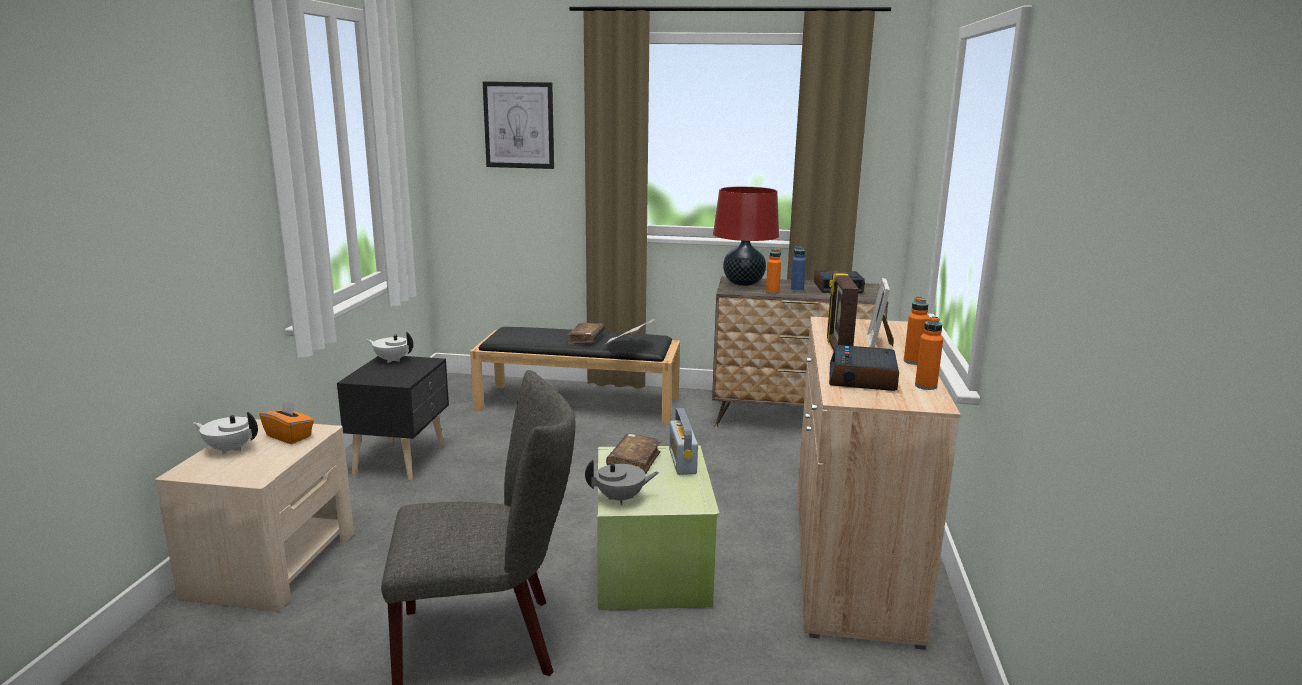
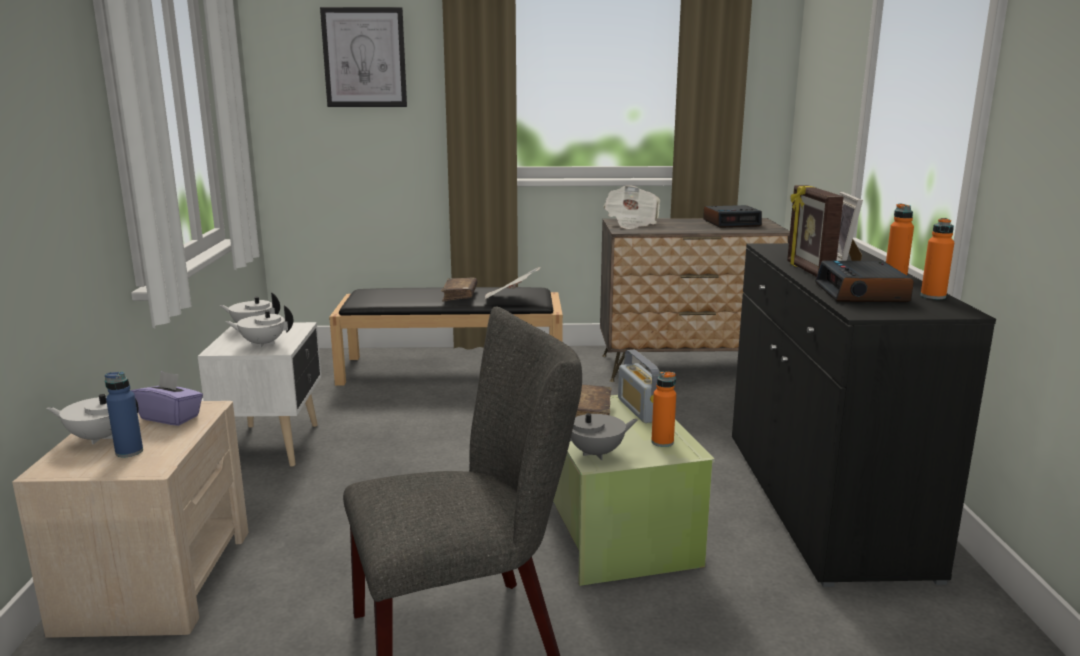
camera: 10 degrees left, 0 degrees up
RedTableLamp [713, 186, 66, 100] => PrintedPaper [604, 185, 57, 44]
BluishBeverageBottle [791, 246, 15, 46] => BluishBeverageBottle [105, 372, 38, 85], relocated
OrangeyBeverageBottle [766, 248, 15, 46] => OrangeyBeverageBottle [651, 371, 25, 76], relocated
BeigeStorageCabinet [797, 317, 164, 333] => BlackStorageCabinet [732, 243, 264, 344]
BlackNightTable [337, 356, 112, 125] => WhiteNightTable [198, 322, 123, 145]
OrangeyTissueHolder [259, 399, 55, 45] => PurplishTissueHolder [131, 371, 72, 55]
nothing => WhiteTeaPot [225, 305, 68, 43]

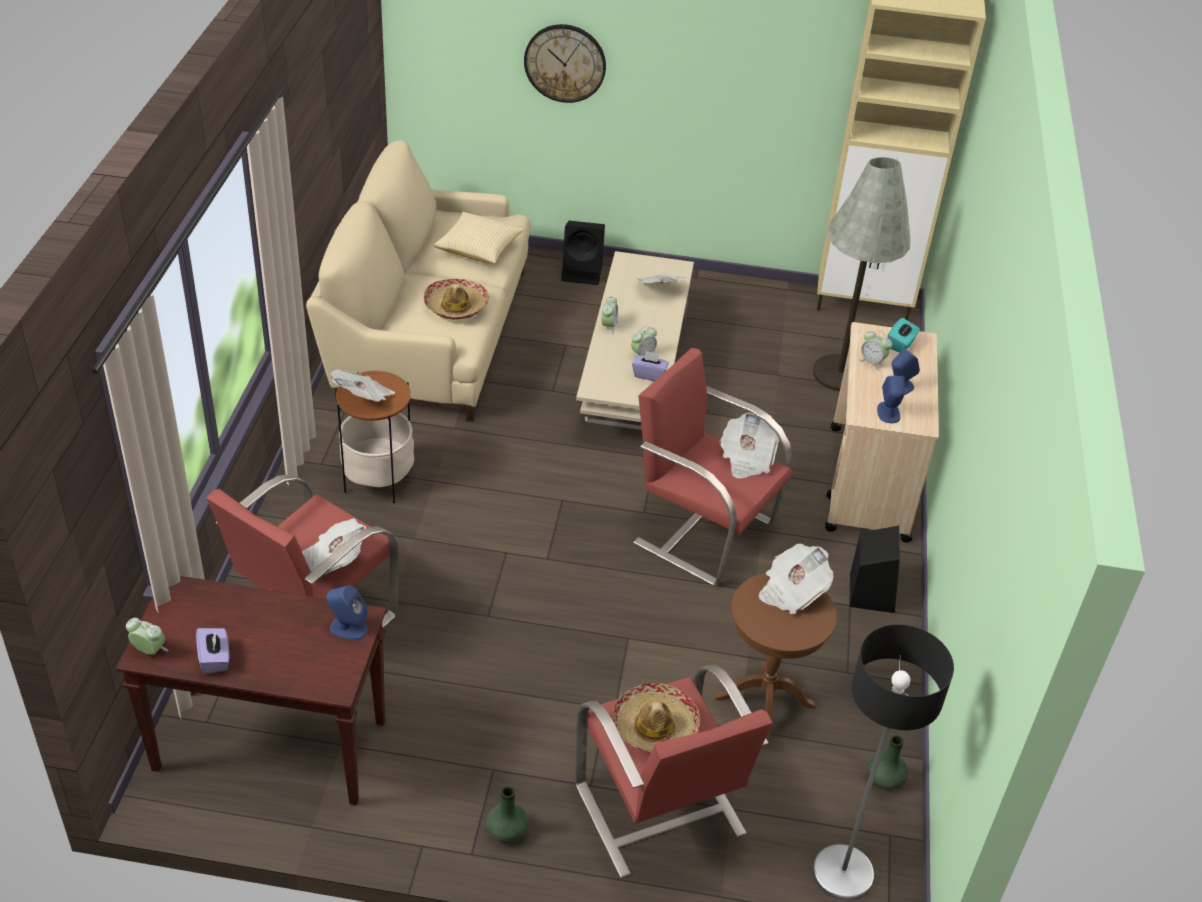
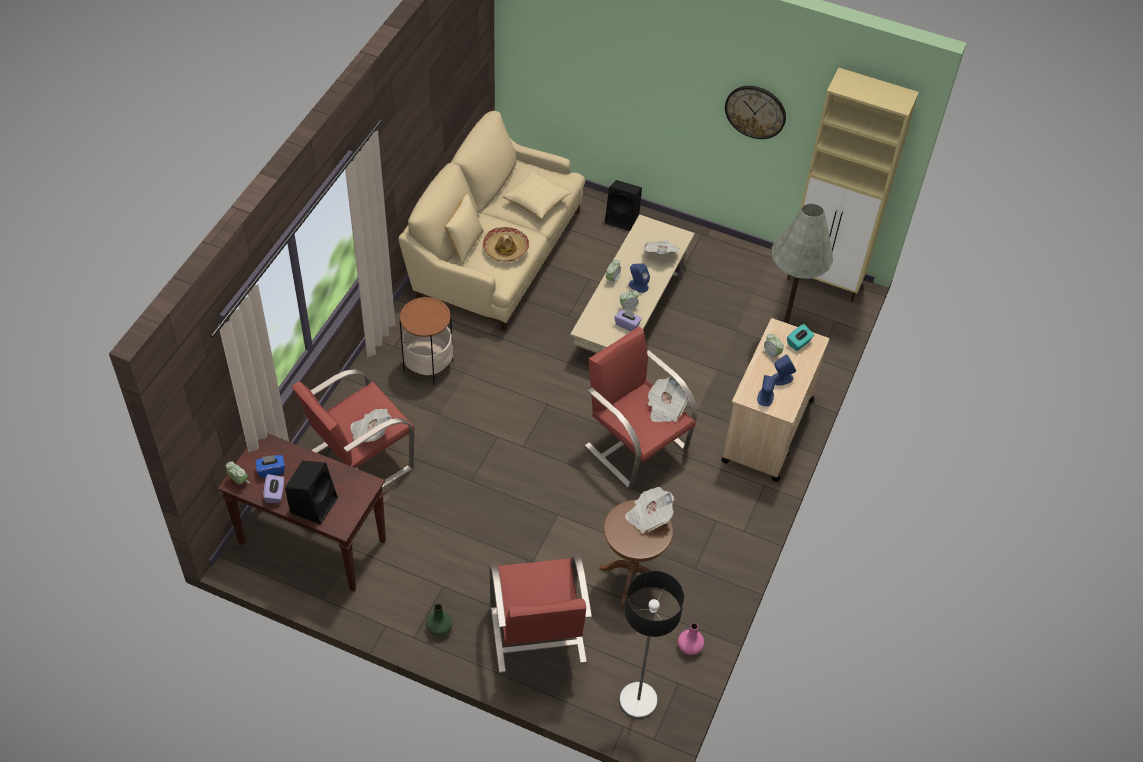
camera: 15 degrees right, 10 degrees up
ClockOnTheWall [524, 24, 82, 79] => ClockOnTheWall [725, 86, 61, 53], relocated
PrintedPaper [331, 369, 64, 33] => nothing
BlackAudioSpeaker [849, 526, 51, 87] => BlackAudioSpeaker [285, 461, 53, 64], relocated
BluishAudioSpeaker [326, 586, 42, 54] => BluishAudioSpeaker [629, 263, 21, 30], relocated
ClothingHat [612, 683, 88, 70] => nothing
GreenVase [868, 735, 40, 55] => PinkColouredVase [678, 623, 26, 32]
nothing => ThrowPillow [444, 193, 40, 72]
nothing => BluishTissueHolder [255, 455, 30, 23]

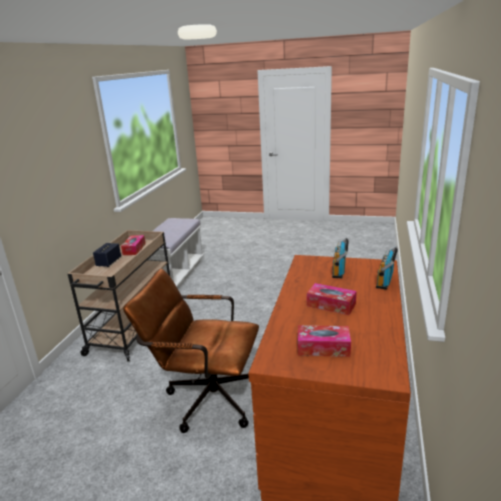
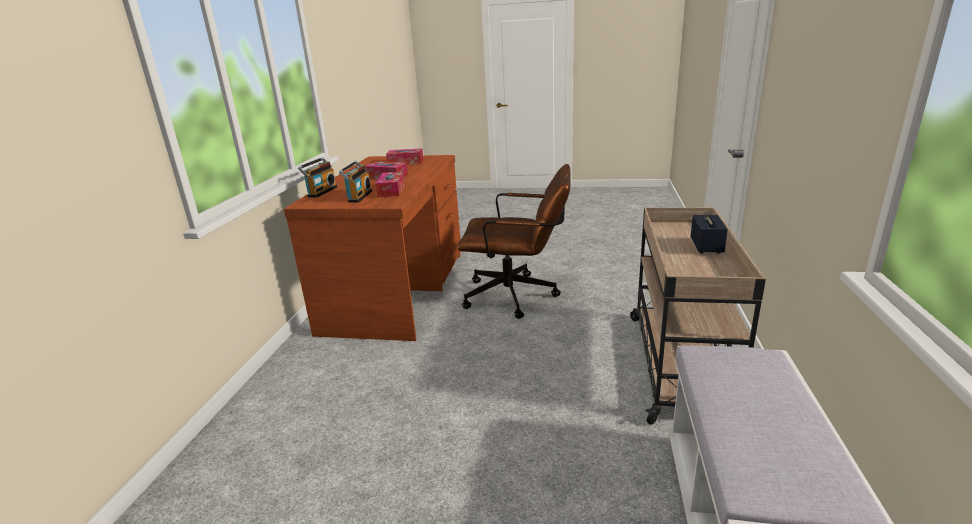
camera: 175 degrees right, 0 degrees up
TissueHolder [121, 235, 25, 20] => TissueHolder [375, 172, 30, 25], relocated

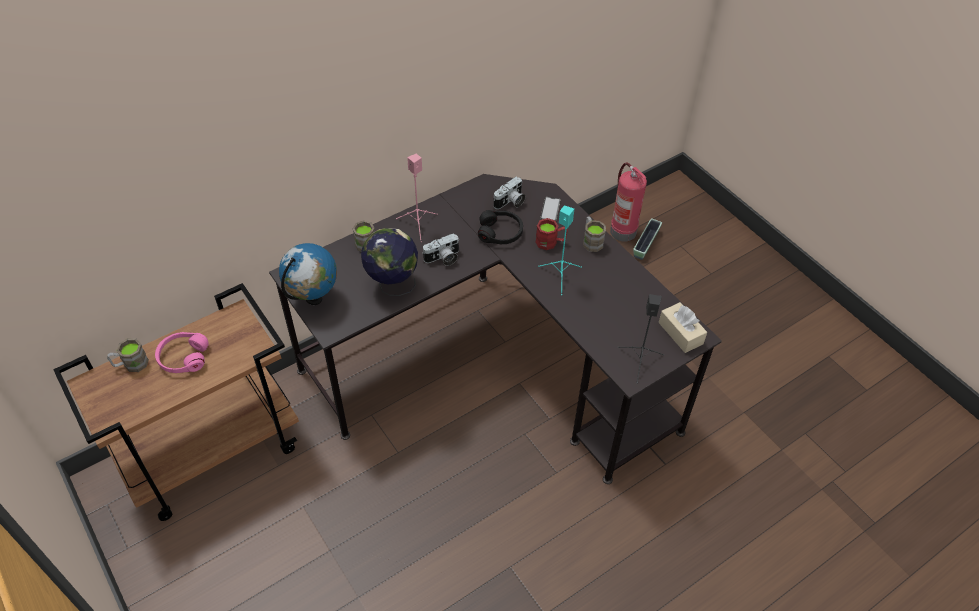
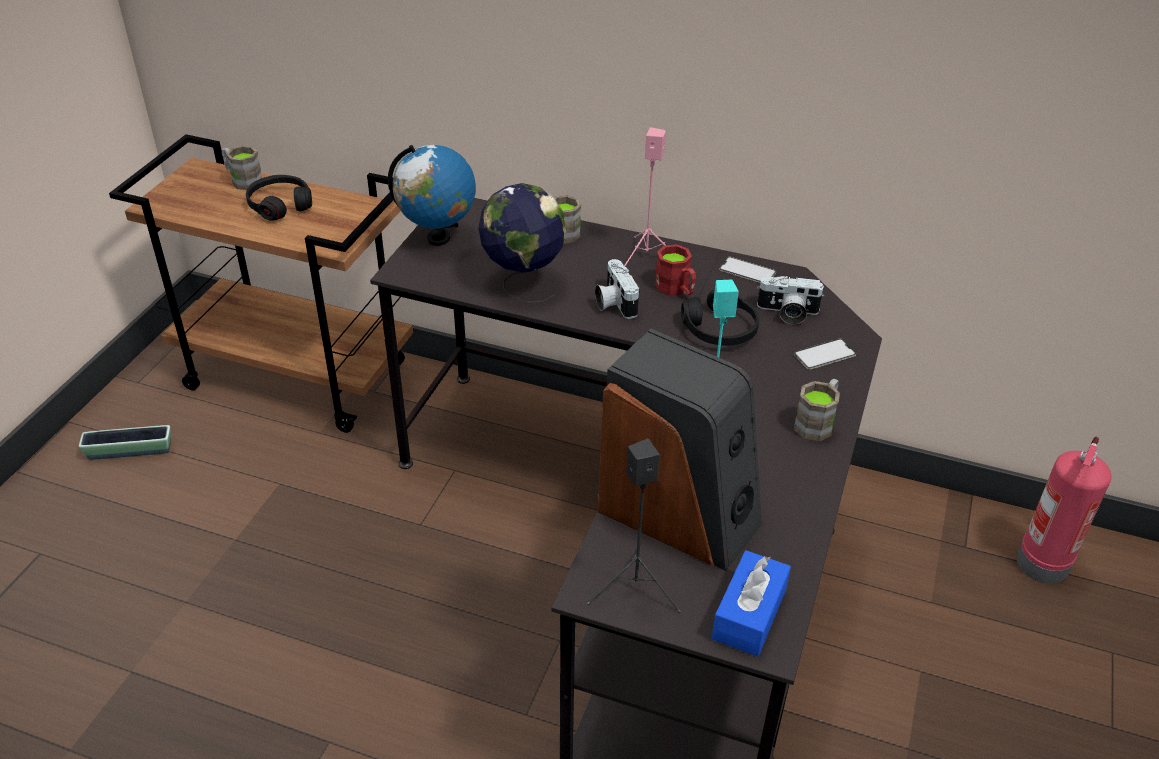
camera: 55 degrees right, 10 degrees down
RedMug [535, 218, 33, 32] => RedMug [655, 244, 41, 52], relocated
PlantPot [633, 219, 29, 41] => PlantPot [79, 425, 92, 35], relocated
StillCamera [422, 233, 37, 33] => StillCamera [595, 259, 45, 60], 45 degrees clockwise
BeigeTissueHolder [659, 302, 48, 51] => BluishTissueHolder [712, 550, 79, 107]
PinkColouredHeadphones [155, 332, 53, 41] => BlackHeadphones [246, 175, 66, 46]
nothing => Handset [719, 257, 57, 26]
nothing => AudioSpeaker [598, 329, 164, 242]

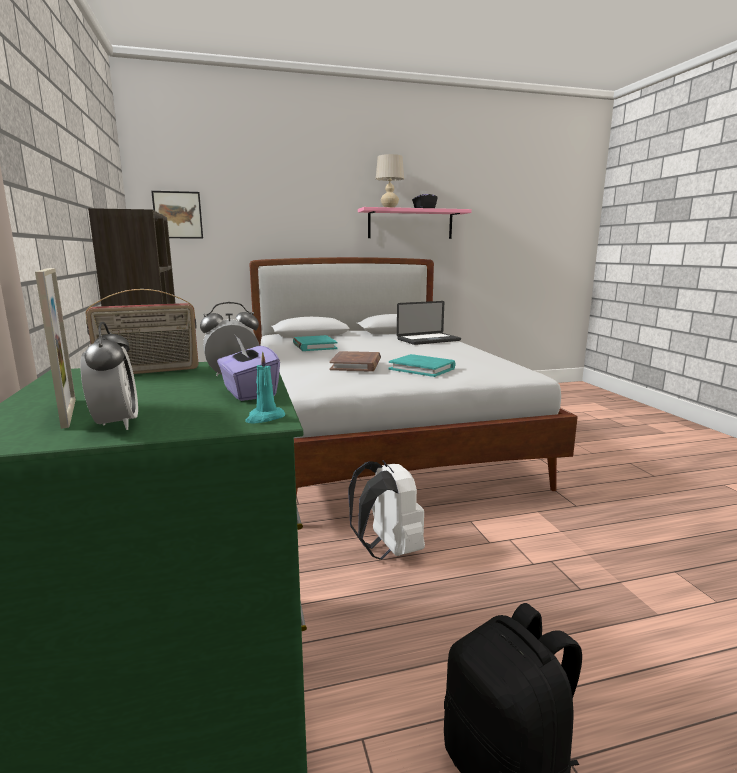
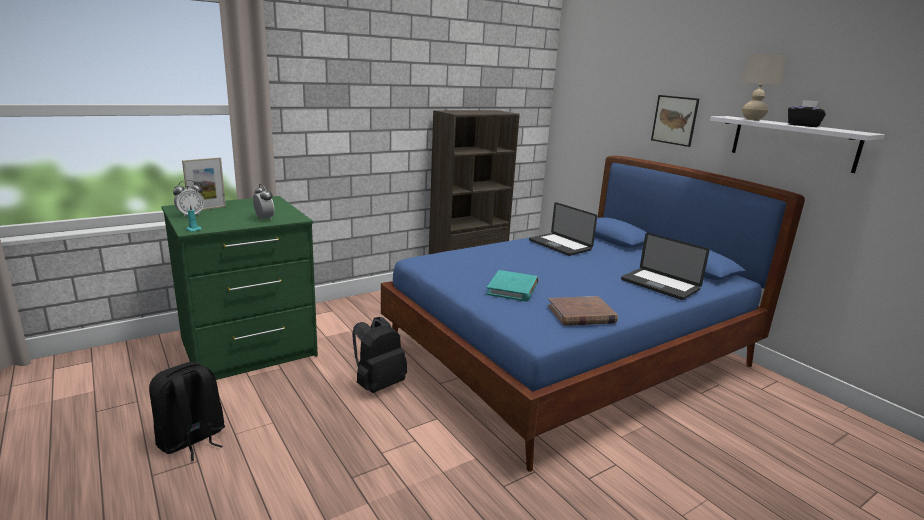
camera: 70 degrees right, 5 degrees up
Picture [151, 191, 52, 47] => Picture [651, 95, 48, 52], relocated
PinkColouredWallShelf [358, 207, 114, 32] => WhiteWallShelf [710, 116, 175, 57]
WhiteBed [249, 257, 329, 239] => BluishBed [381, 156, 424, 316]
RadioReceiver [86, 289, 113, 85] => nothing
PurplishTissueHolder [217, 335, 63, 66] => nothing
TurquoiseBook [293, 335, 45, 16] => Laptop [529, 202, 68, 54]
BrownColouredBook [329, 351, 52, 21] => BrownColouredBook [548, 296, 70, 30], relocated
WhiteKnapsack [348, 461, 77, 99] => BlackKnapsack [352, 317, 55, 76]

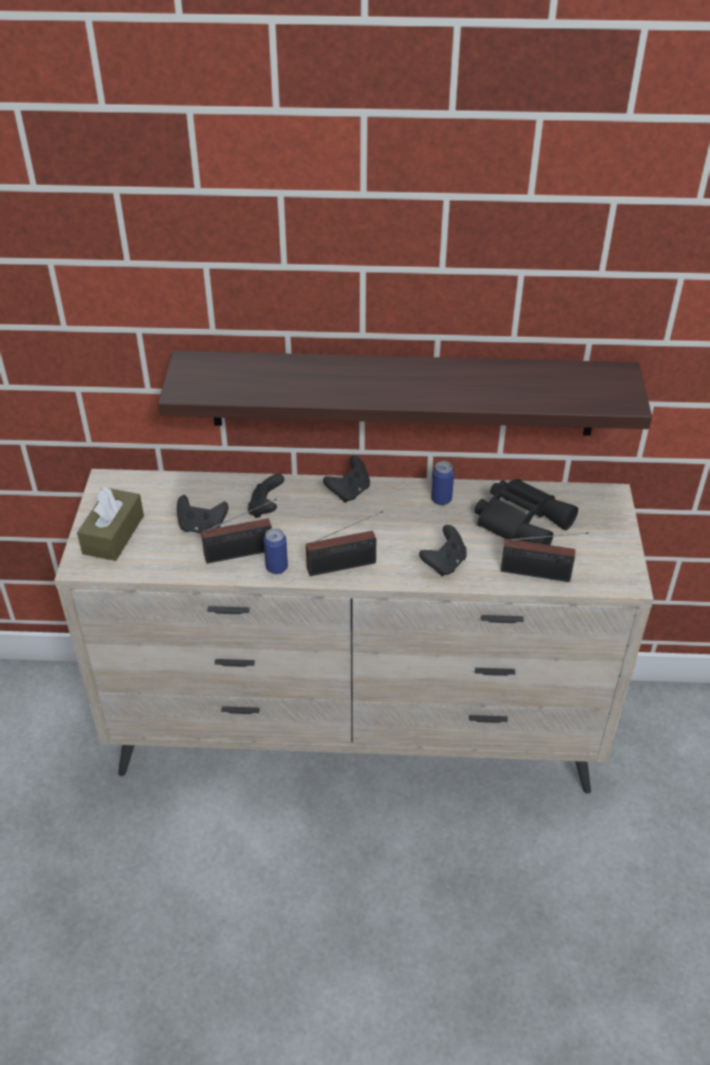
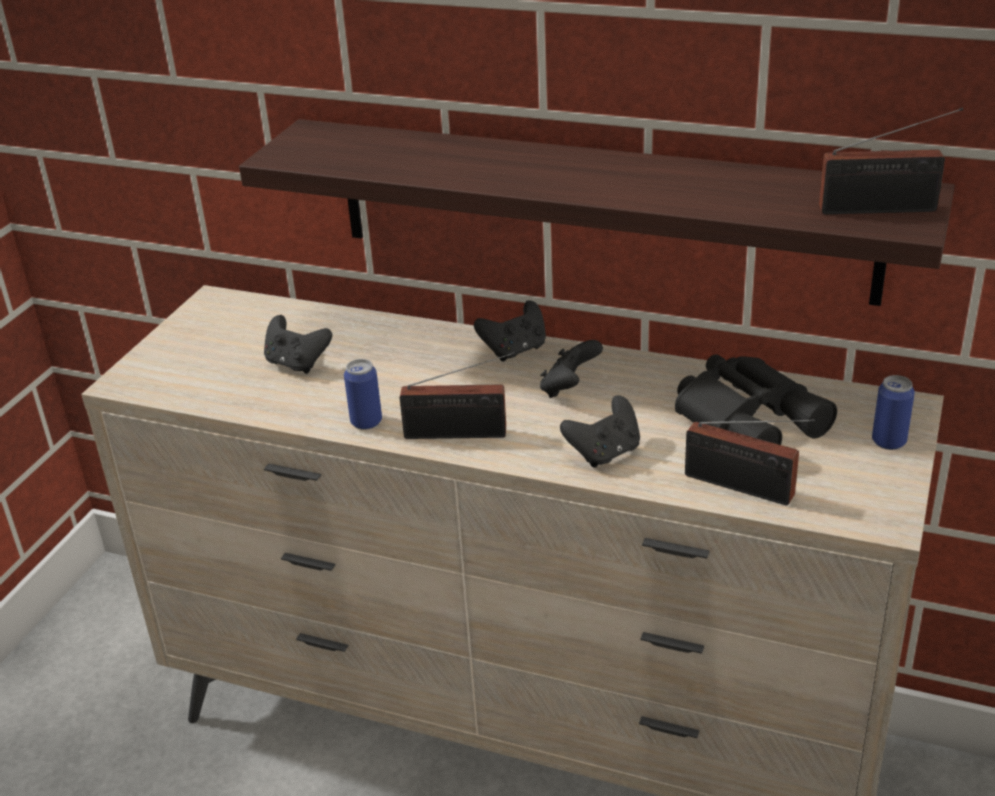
camera: 20 degrees right, 10 degrees down
SealedCan [431, 461, 23, 44] => SealedCan [872, 375, 43, 75], relocated
BlackGameController [248, 474, 36, 44] => BlackGameController [540, 340, 63, 58], relocated
BrownColouredTissueHolder [77, 486, 67, 75] => nothing
RadioReceiver [201, 499, 76, 64] => RadioReceiver [819, 108, 144, 106], relocated

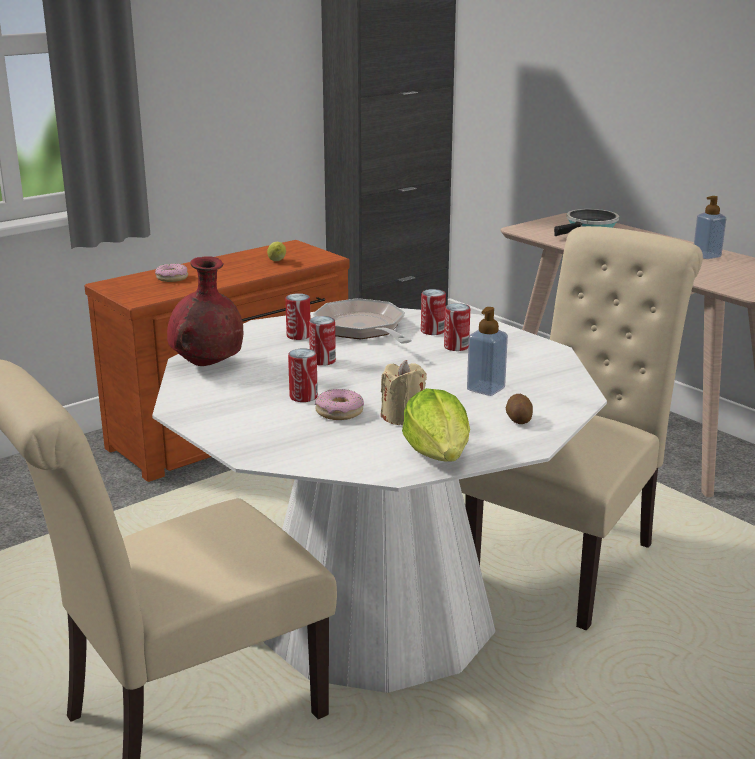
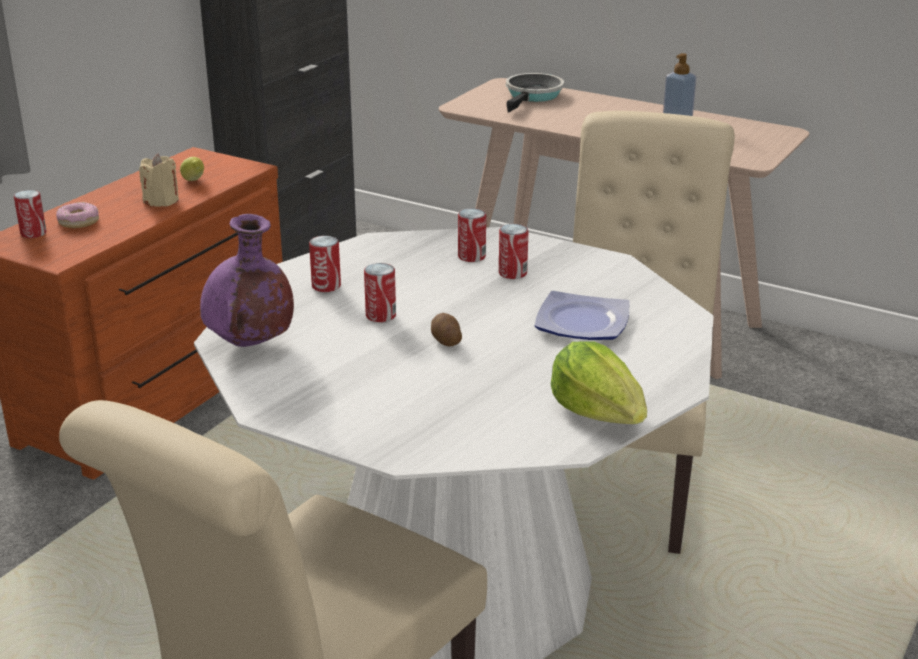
camera: 20 degrees left, 5 degrees up
RedVase [167, 256, 76, 110] => PurplishVase [200, 214, 94, 133]
Pan [313, 298, 99, 45] => nothing
SoapBottle [467, 307, 41, 89] => Plate [534, 291, 96, 49]
SealedCan [288, 348, 30, 54] => SealedCan [14, 190, 32, 48], relocated
BeigeCandle [381, 360, 46, 65] => BeigeCandle [139, 153, 40, 54], relocated
RingDoughnut [315, 389, 49, 31] => nothing
Spud [506, 394, 27, 30] => Spud [431, 313, 31, 33], relocated

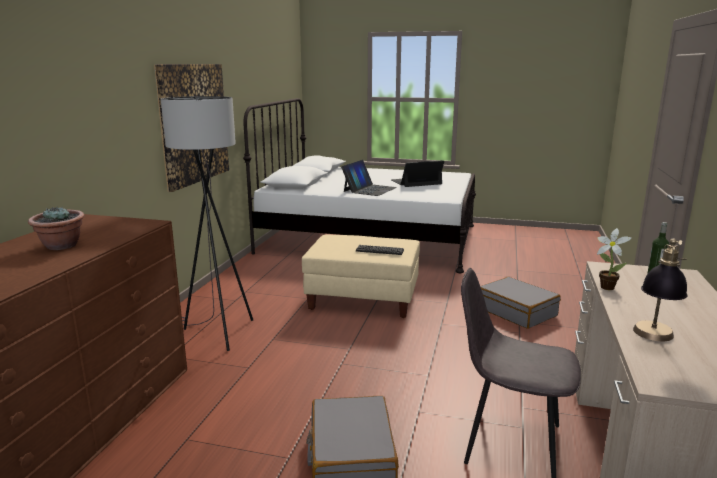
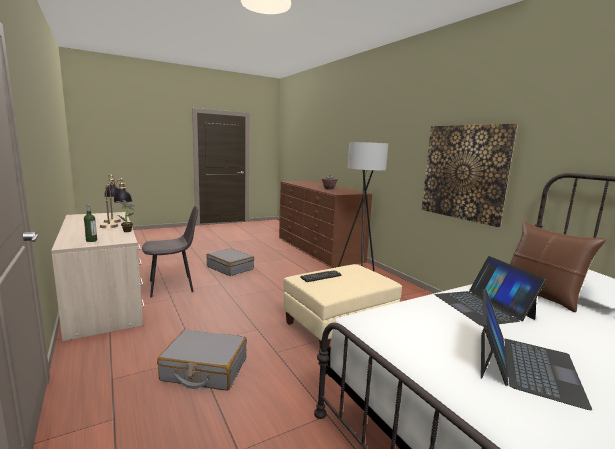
camera: 135 degrees right, 5 degrees down
nothing => TableLamp [100, 178, 32, 50]
nothing => BrownColouredThrowPillow [510, 221, 96, 91]

